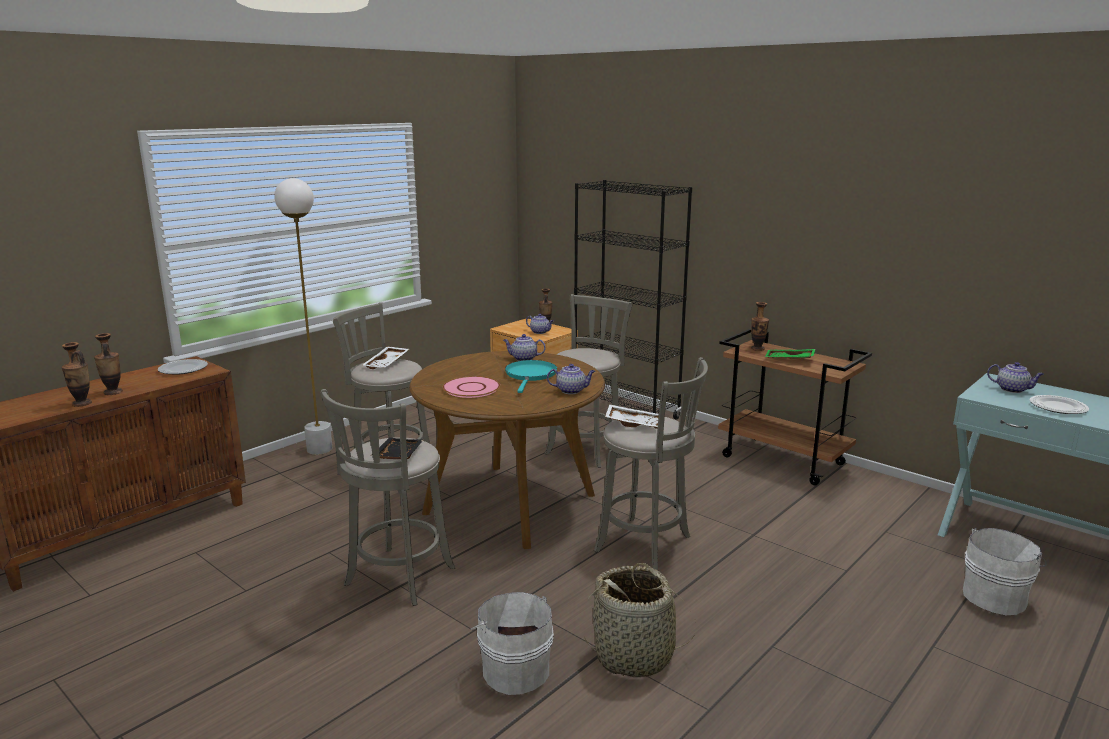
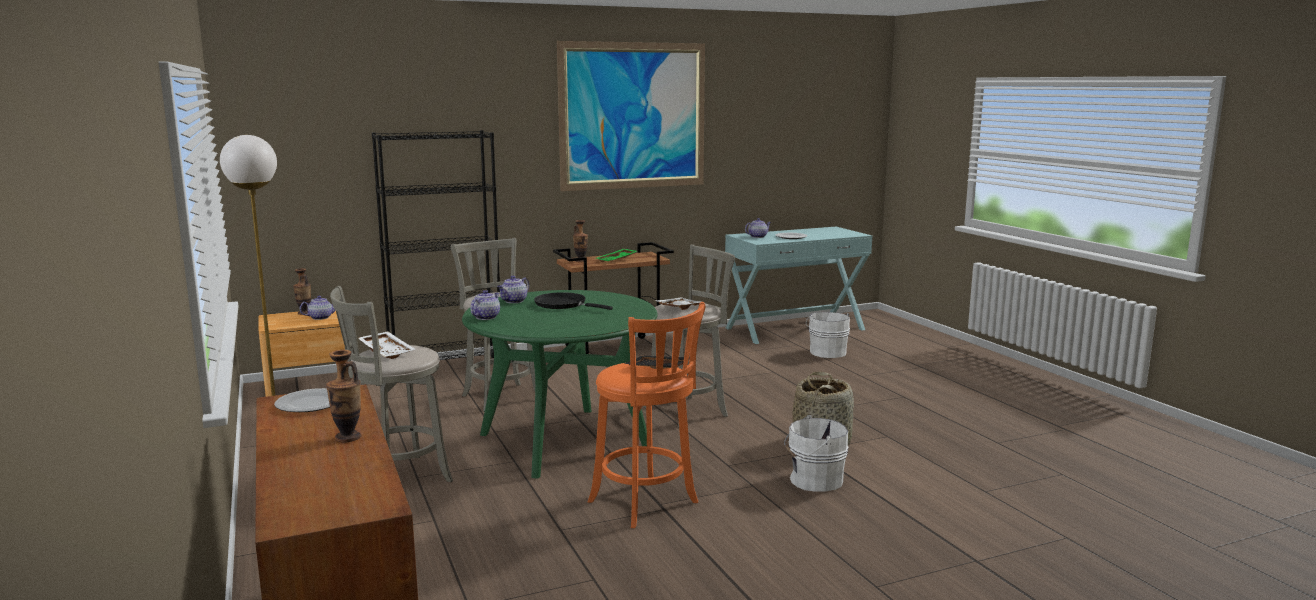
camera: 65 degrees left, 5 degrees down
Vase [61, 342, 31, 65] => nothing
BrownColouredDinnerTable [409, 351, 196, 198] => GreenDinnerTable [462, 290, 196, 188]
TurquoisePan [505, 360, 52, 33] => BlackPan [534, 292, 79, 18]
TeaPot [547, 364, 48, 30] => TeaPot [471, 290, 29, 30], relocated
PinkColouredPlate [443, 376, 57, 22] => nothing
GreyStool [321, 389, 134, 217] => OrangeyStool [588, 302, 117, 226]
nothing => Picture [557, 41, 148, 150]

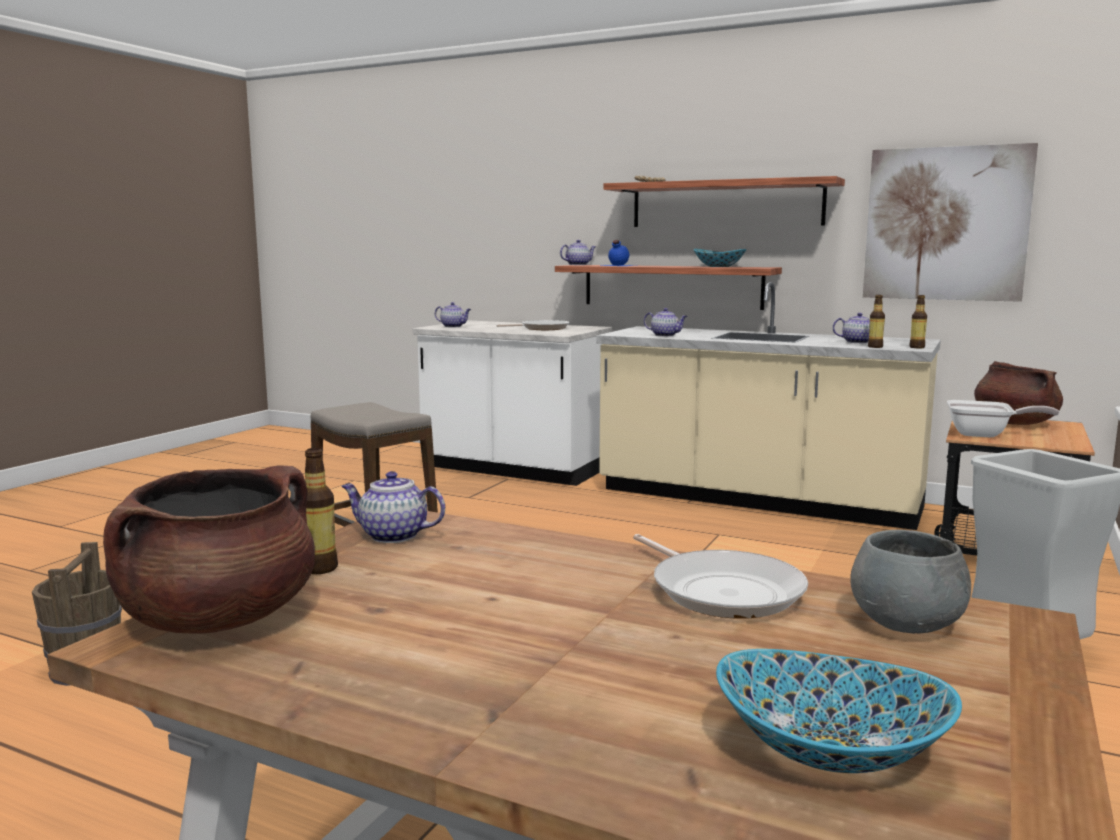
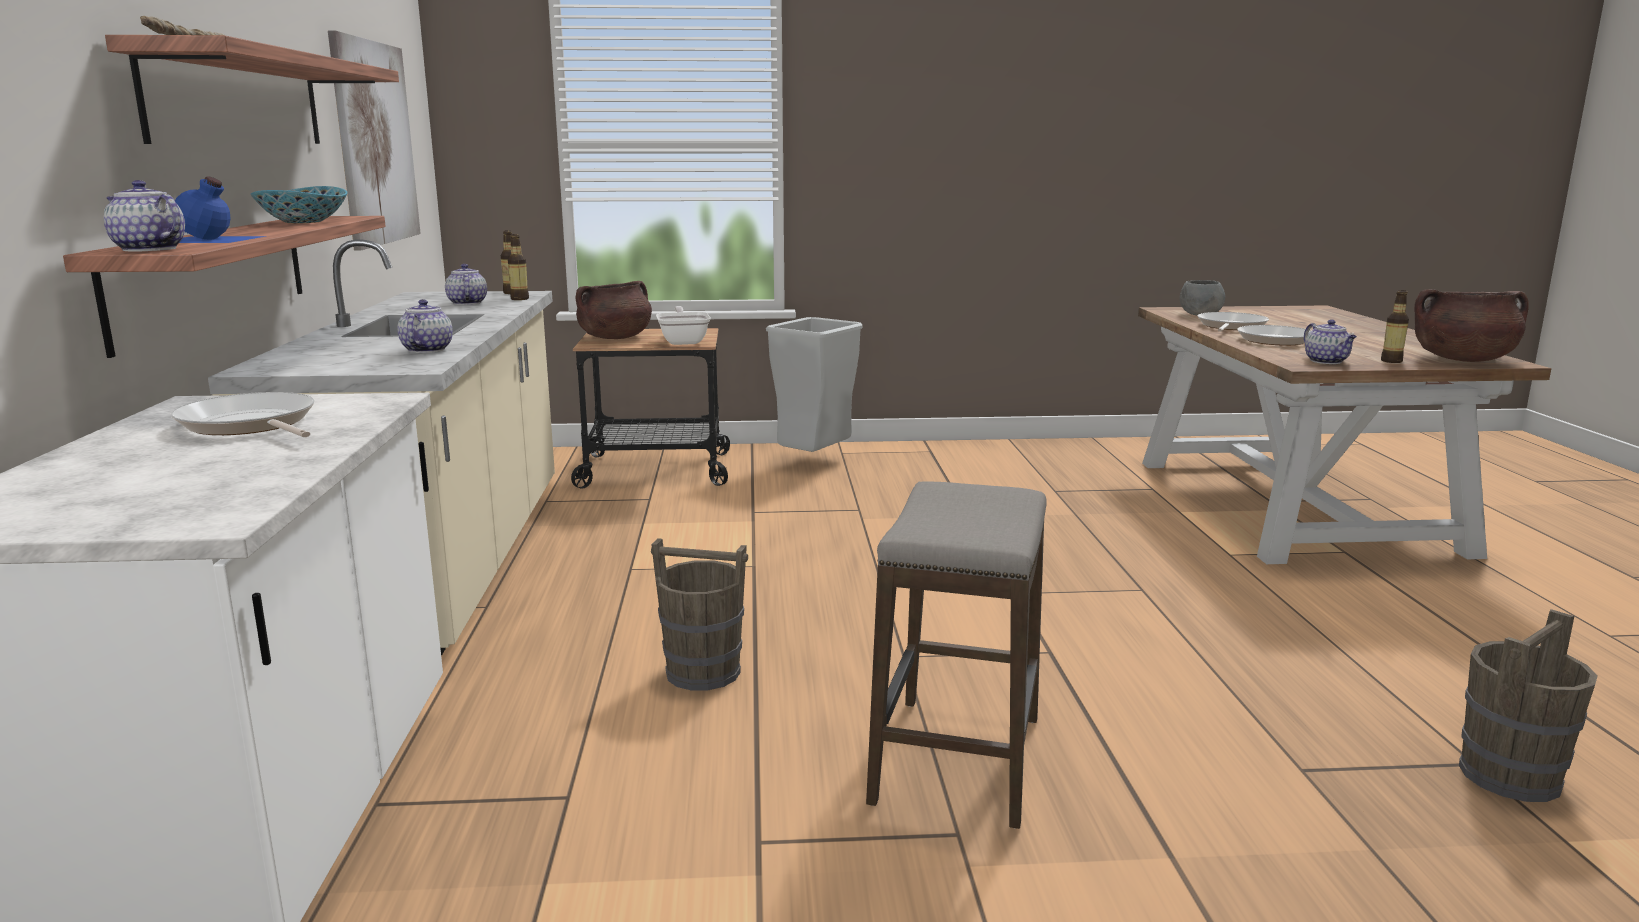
camera: 120 degrees left, 5 degrees up
TeaPot [435, 302, 36, 25] => nothing
ServingBowl [716, 649, 246, 124] => nothing
nothing => Pan [1237, 325, 117, 20]
nothing => BrownColouredBucket [651, 538, 97, 152]

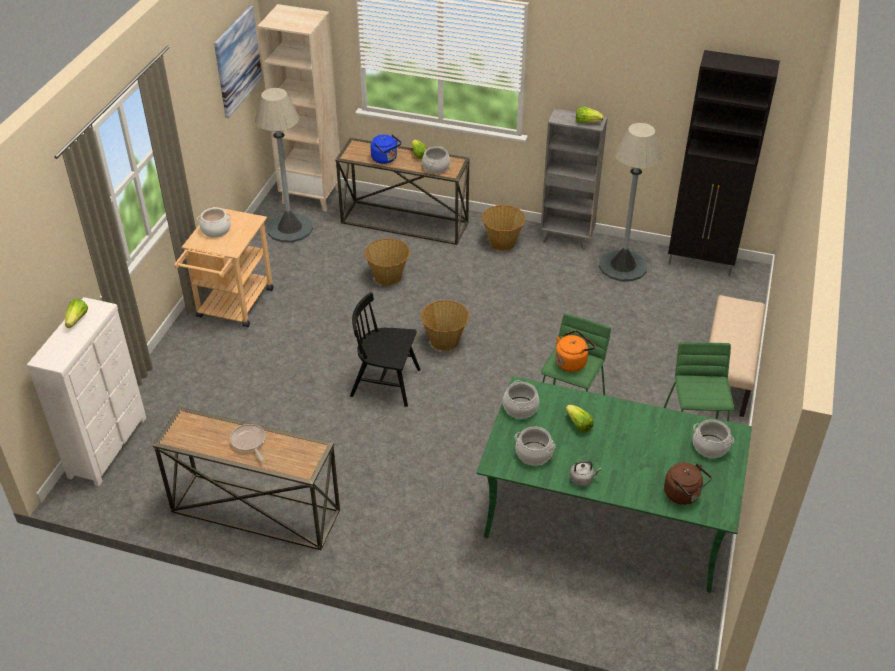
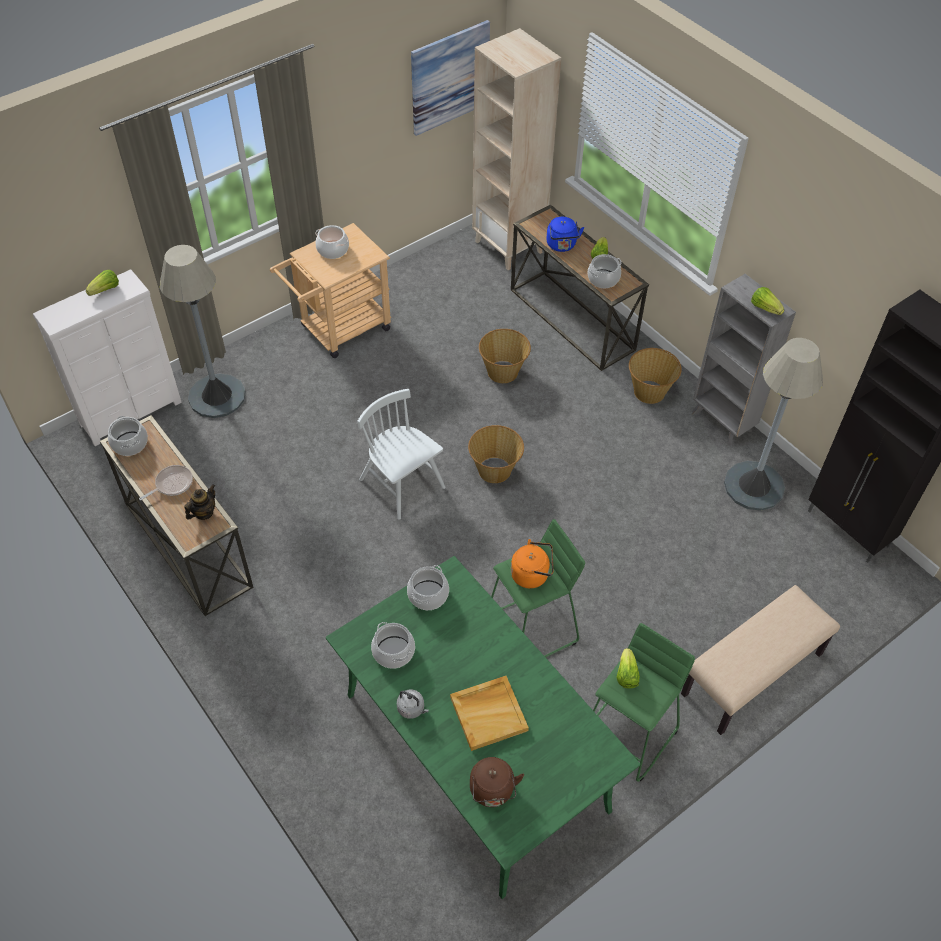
camera: 35 degrees right, 10 degrees up
GreyFloorLamp [255, 88, 58, 155] => GreyFloorLamp [160, 245, 86, 173], relocated
BlackUprightChair [350, 292, 71, 115] => WhiteUprightChair [357, 389, 88, 131]
Lettuce [566, 405, 28, 28] => Lettuce [616, 648, 24, 40], relocated
Stockpot [693, 419, 41, 39] => Stockpot [108, 416, 40, 40], relocated
Pan [230, 424, 36, 37] => Pan [139, 465, 54, 35], 45 degrees clockwise
nothing => TeaPot [184, 484, 31, 36]
nothing => BeigeServingTray [450, 676, 79, 75]

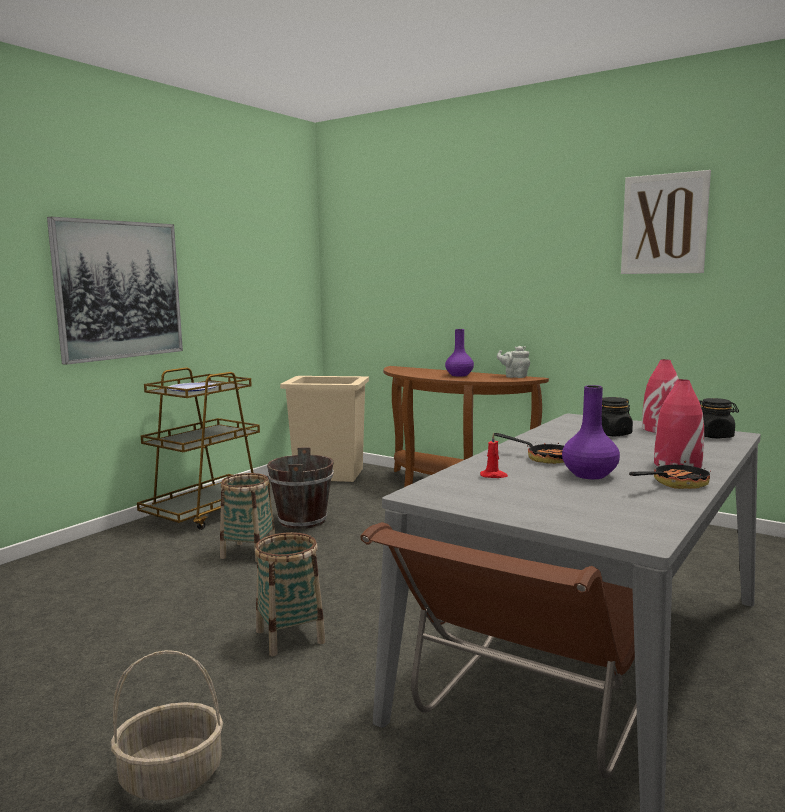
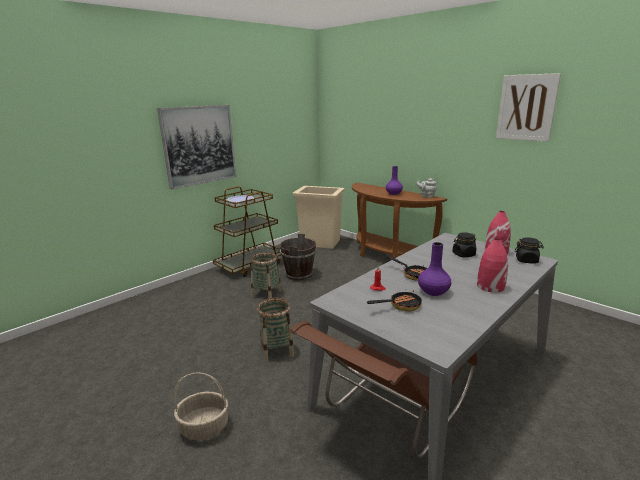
camera: 10 degrees right, 10 degrees up
Pan [629, 460, 82, 29] => Pan [367, 289, 55, 22], relocated

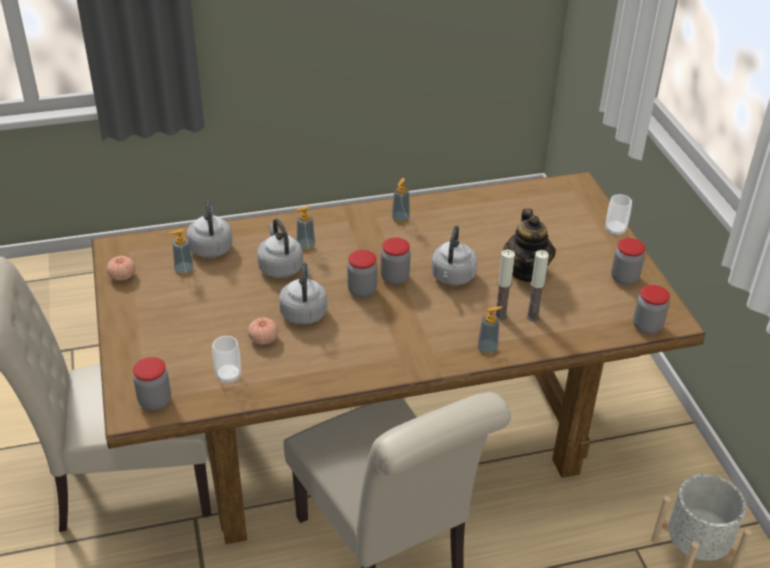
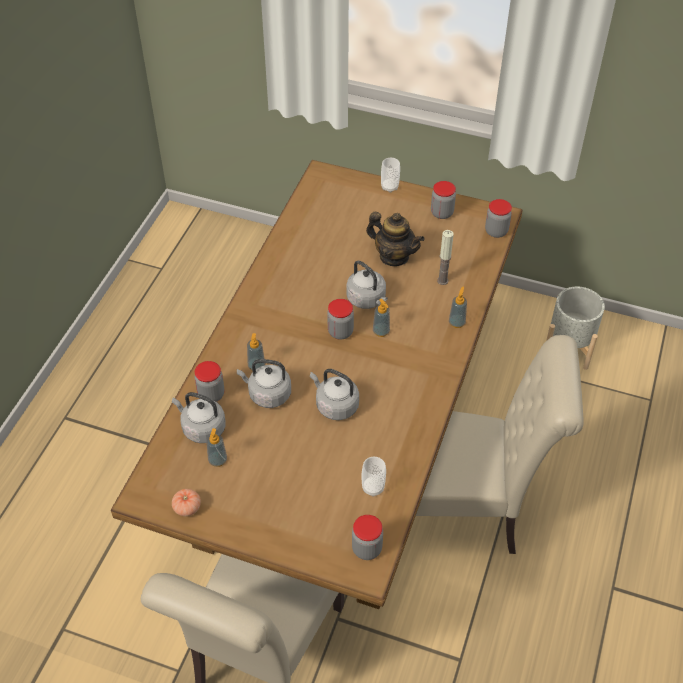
camera: 55 degrees left, 10 degrees up
SoapBottle [392, 178, 18, 46] => SoapBottle [373, 299, 17, 38], relocated
PreserveJar [347, 250, 30, 48] => PreserveJar [195, 361, 29, 41], relocated
Candle [494, 250, 21, 71] => nothing
WholeTomato [248, 318, 30, 26] => nothing

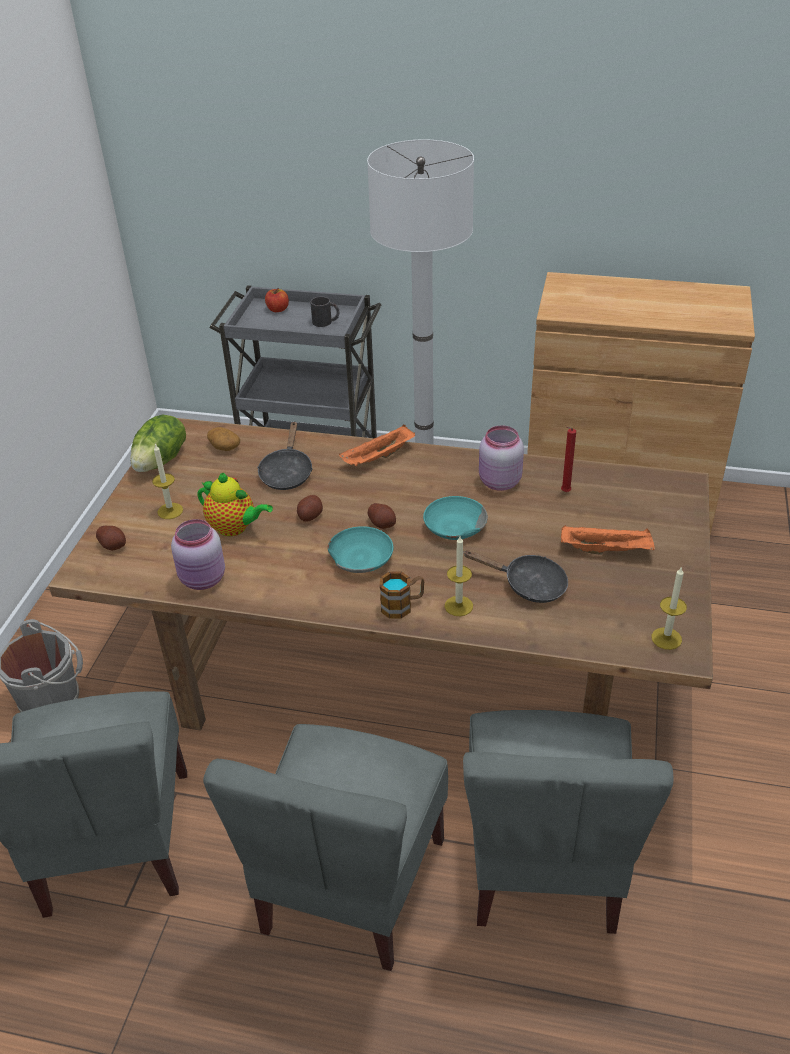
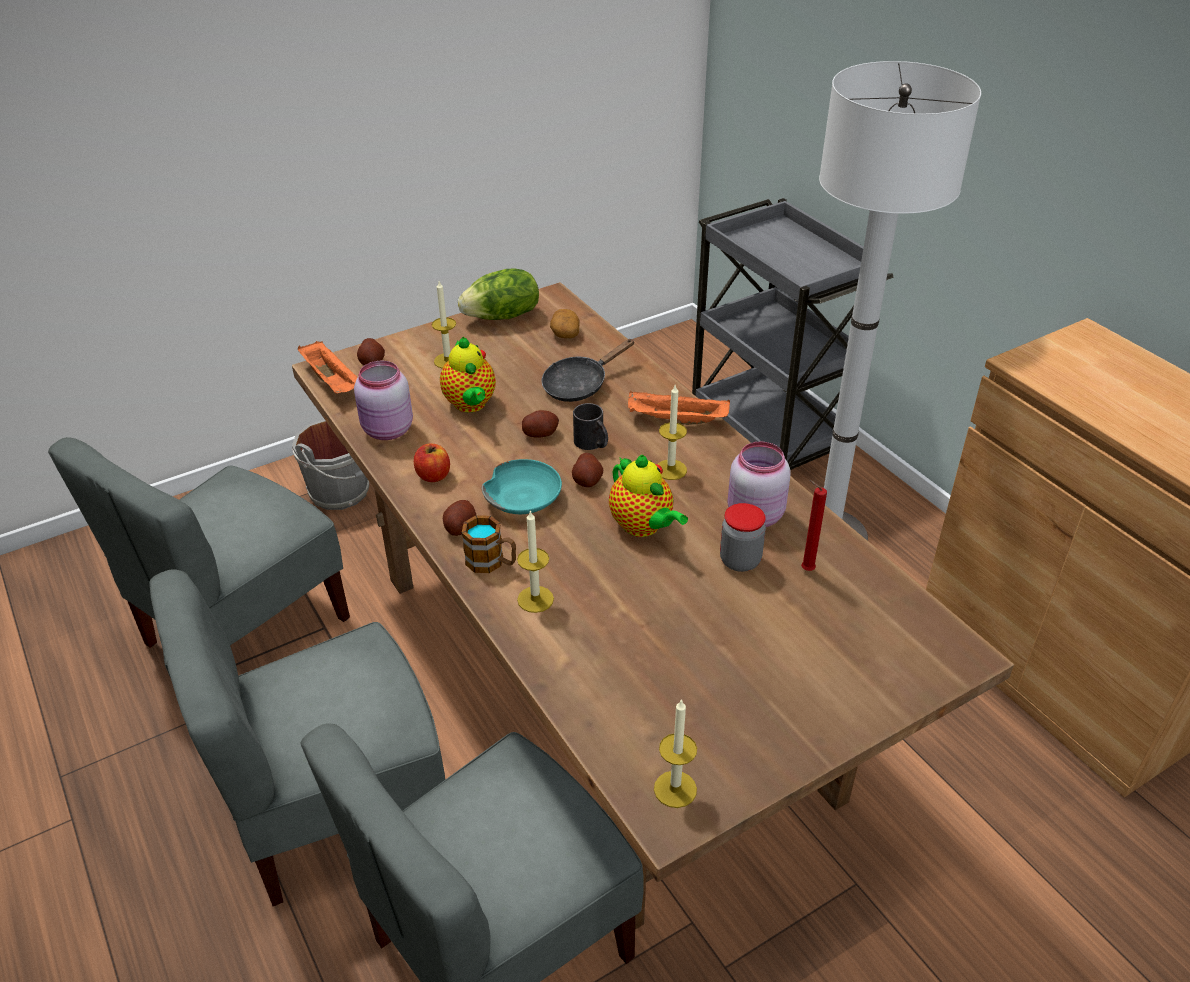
camera: 45 degrees right, 0 degrees up
AppleFruit [265, 288, 24, 24] => AppleFruit [414, 443, 36, 39], relocated
BlackMug [310, 297, 29, 30] => BlackMug [573, 403, 35, 47], relocated
TurquoiseServingBowl [423, 496, 65, 44] => TeaPot [609, 455, 79, 82]
OrangeyServingTray [561, 525, 94, 30] => OrangeyServingTray [298, 341, 60, 53], relocated
BlackPan [463, 550, 105, 53] => nothing
nothing => Candle [658, 385, 29, 95]
nothing => Spud [443, 500, 33, 36]
nothing => PreserveJar [720, 503, 46, 69]

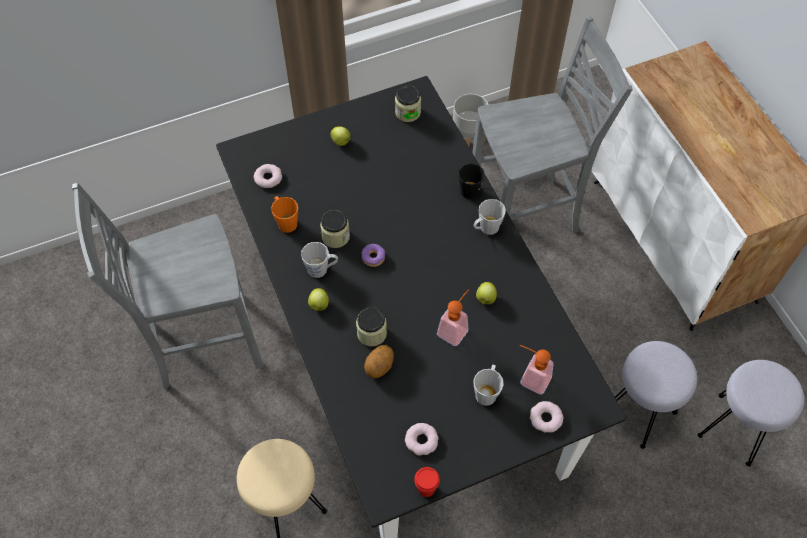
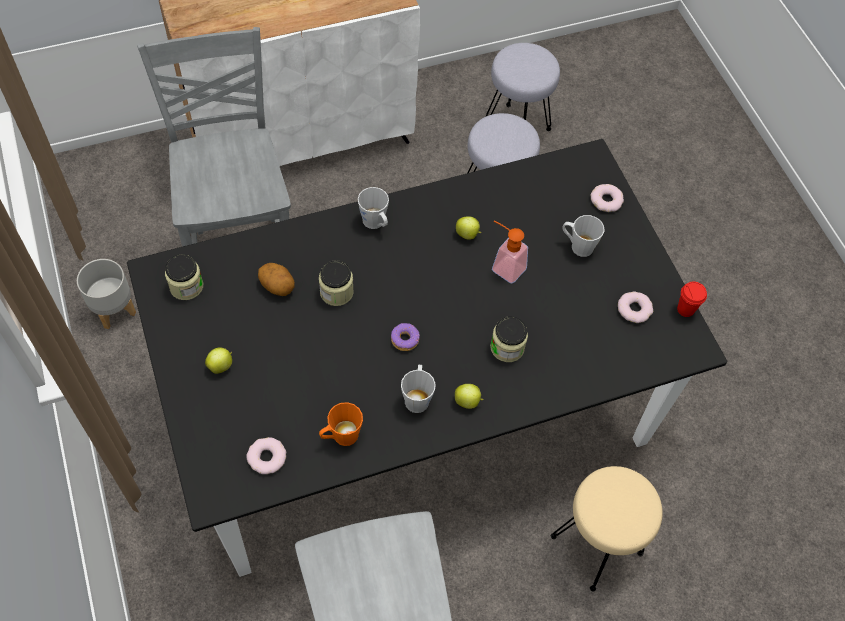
camera: 90 degrees left, 0 degrees up
BlackMug [458, 161, 27, 38] => nothing
PreserveJar [320, 210, 30, 38] => PreserveJar [319, 260, 35, 46], relocated
Spud [364, 345, 30, 33] => Spud [258, 263, 37, 33], relocated
SoapBottle [520, 345, 34, 50] => nothing

